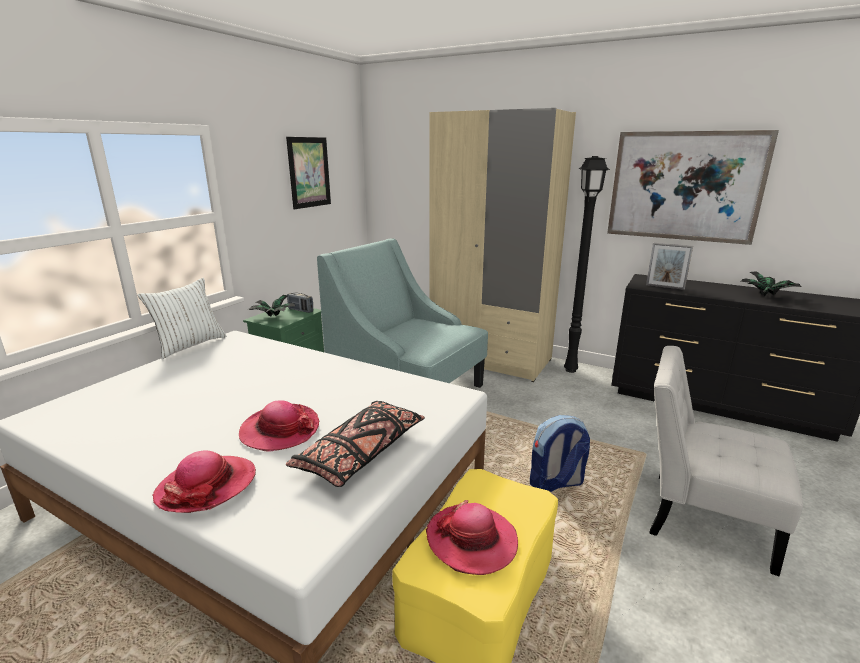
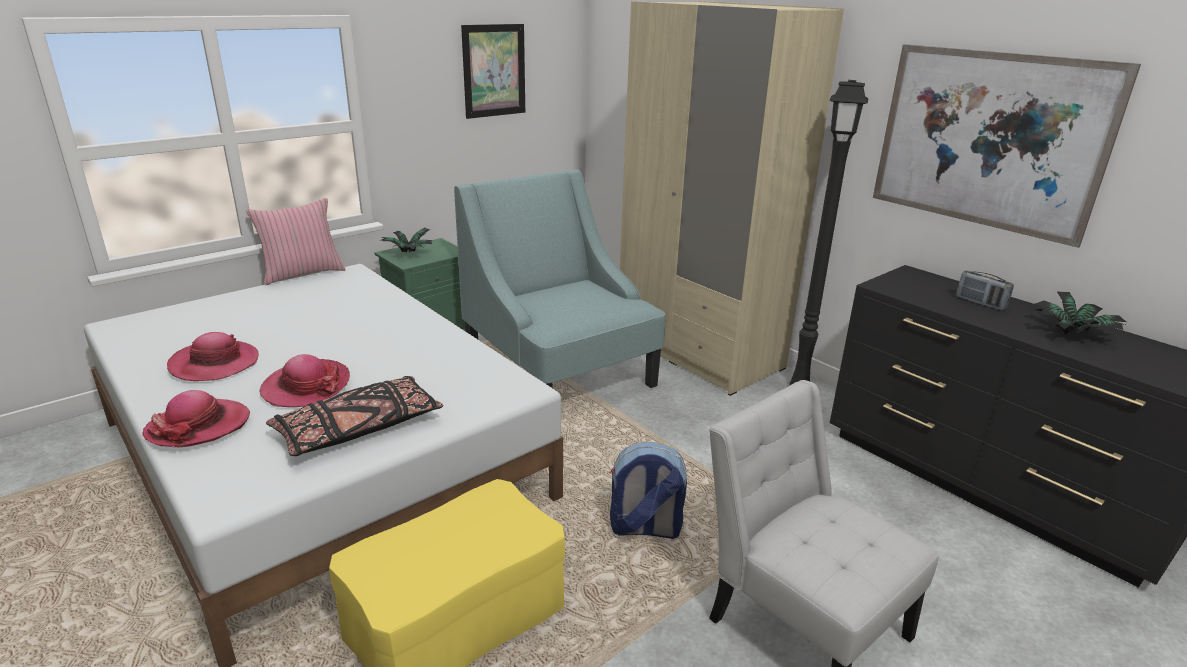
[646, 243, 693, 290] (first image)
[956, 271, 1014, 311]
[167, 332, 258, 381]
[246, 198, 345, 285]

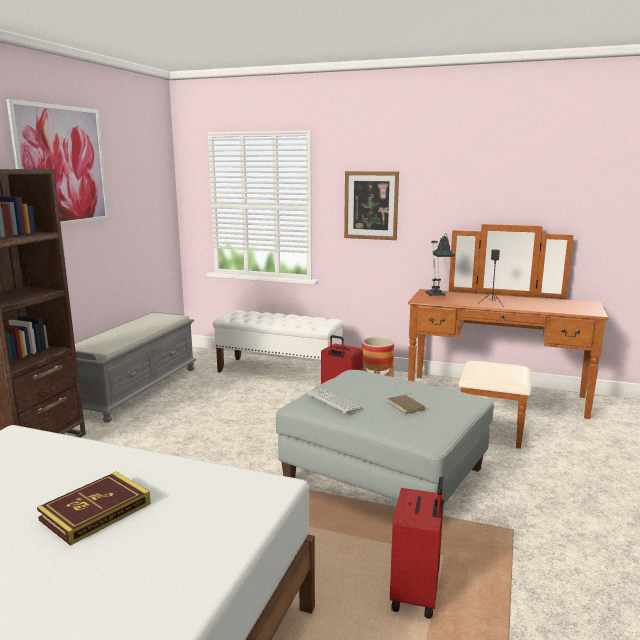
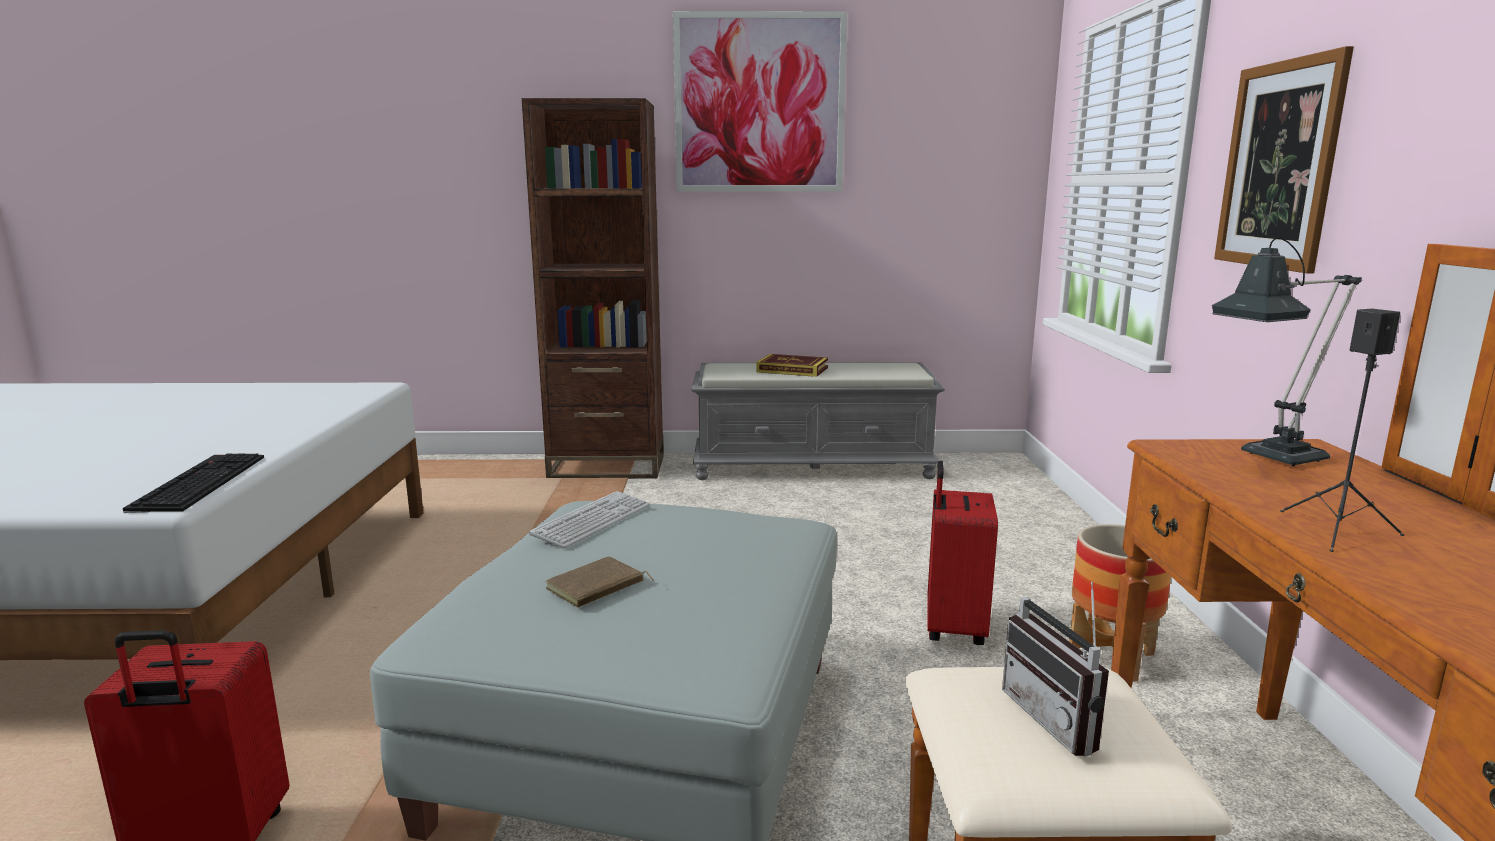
[213, 310, 344, 372] (first image)
[123, 453, 264, 513]
[1002, 582, 1109, 757]
[756, 354, 828, 377]

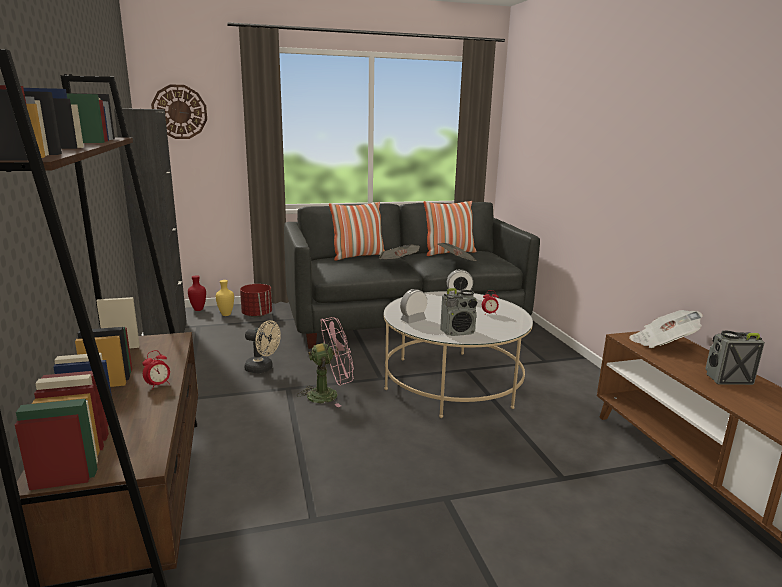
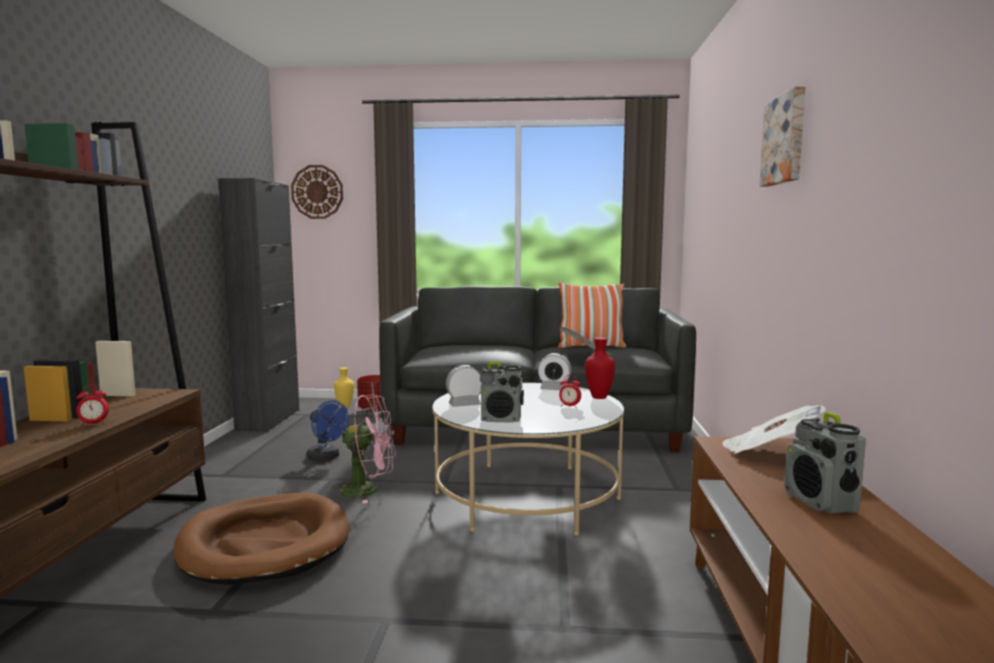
[329, 202, 385, 261] (first image)
[379, 245, 420, 259] (first image)
[173, 493, 349, 585]
[759, 86, 806, 187]
[585, 337, 615, 399]
[307, 400, 349, 461]
[784, 412, 866, 514]

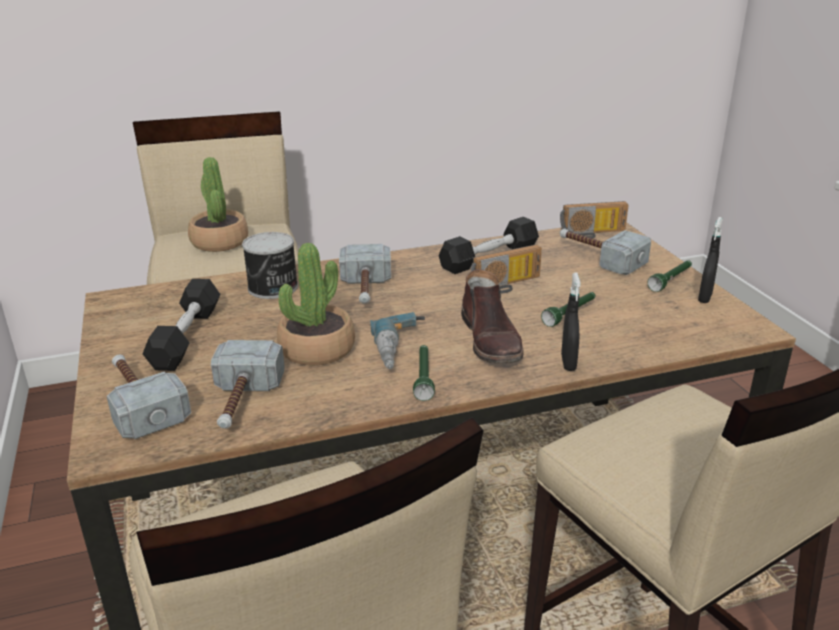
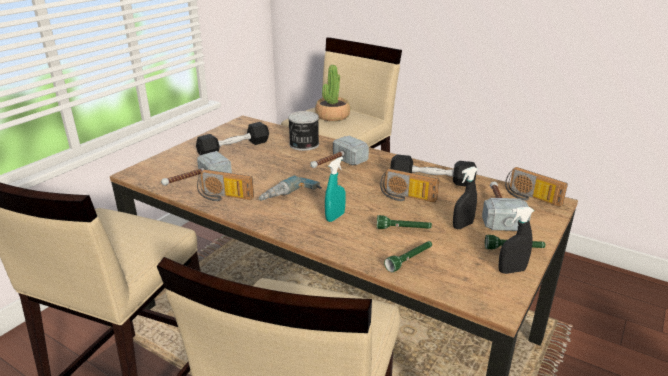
[107, 354, 191, 439] (first image)
[277, 243, 355, 366] (first image)
[197, 169, 254, 201]
[384, 241, 432, 272]
[453, 166, 478, 229]
[325, 157, 346, 222]

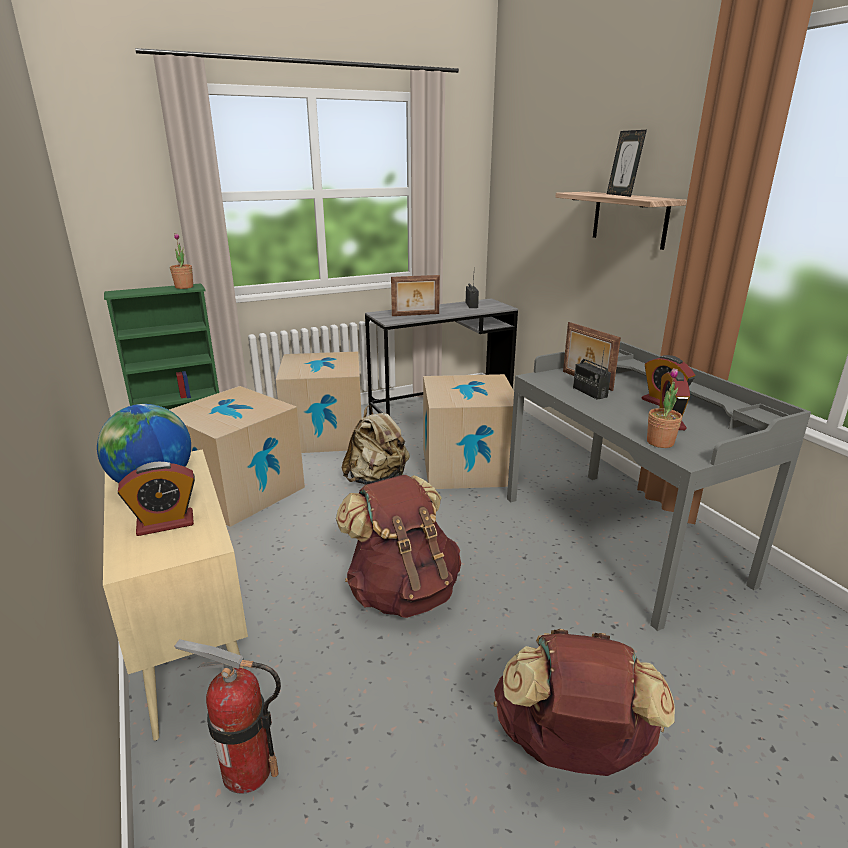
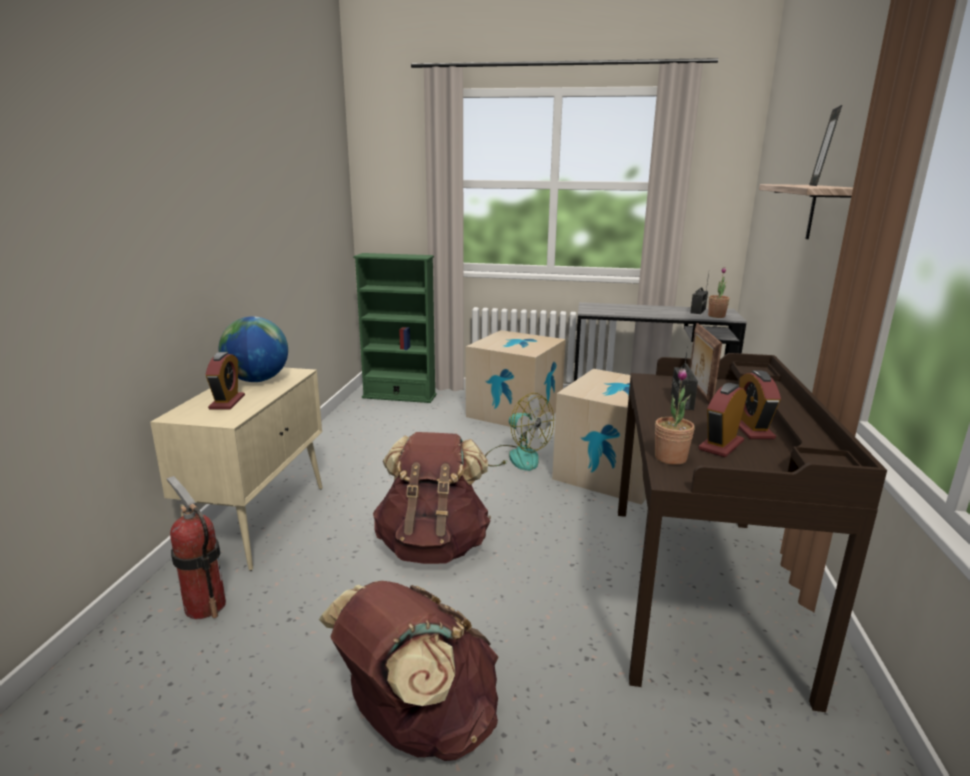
[169, 386, 305, 527] (first image)
[391, 275, 440, 316] (first image)
[708, 267, 729, 318]
[485, 393, 554, 471]
[618, 353, 887, 712]
[205, 352, 245, 410]

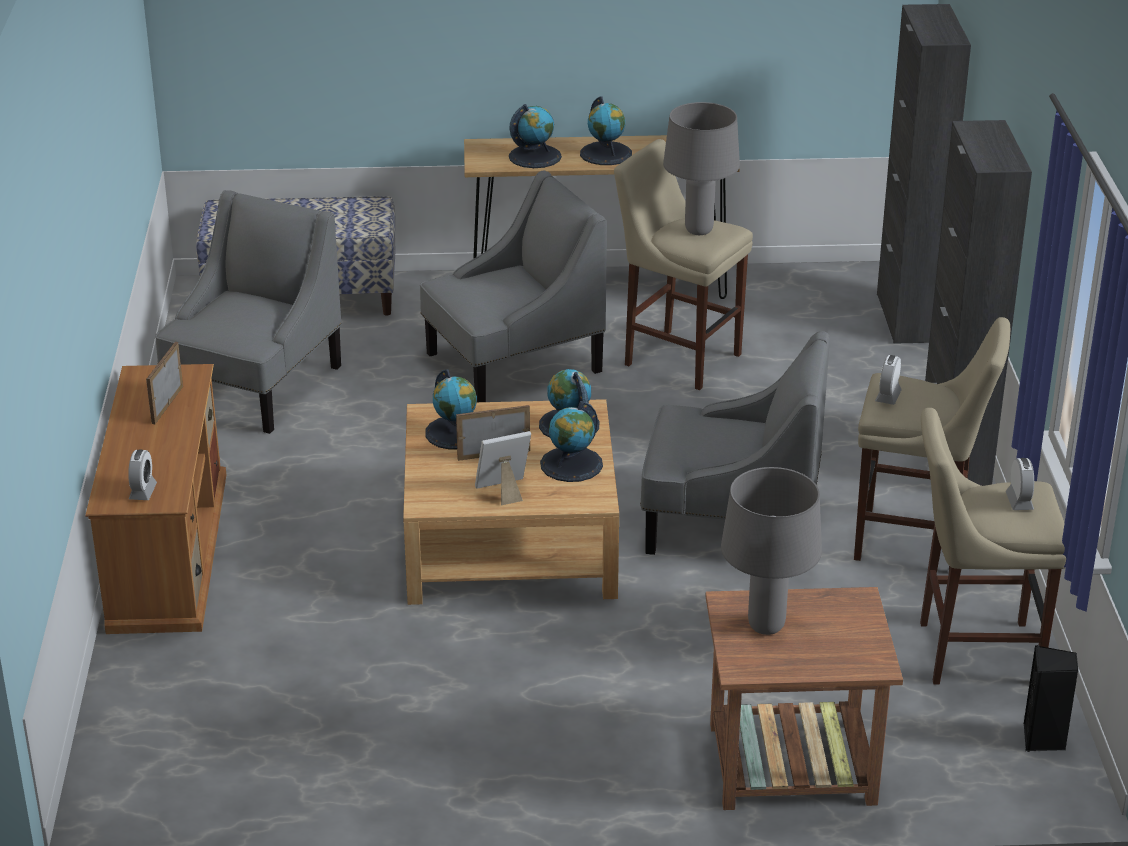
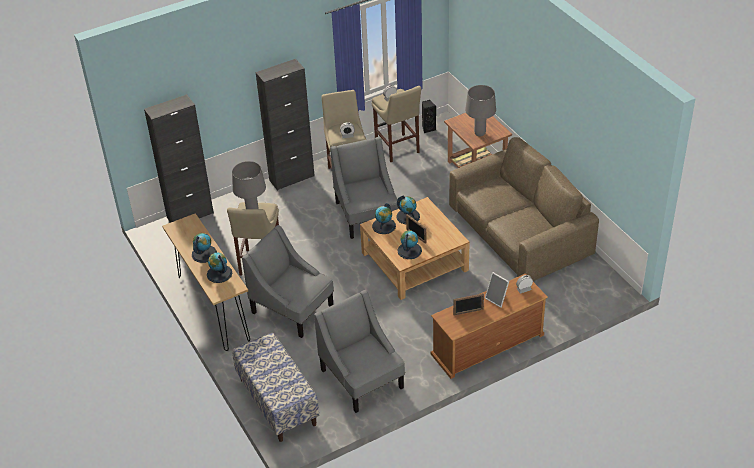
[449, 137, 599, 281]
[485, 272, 509, 308]
[314, 290, 405, 413]

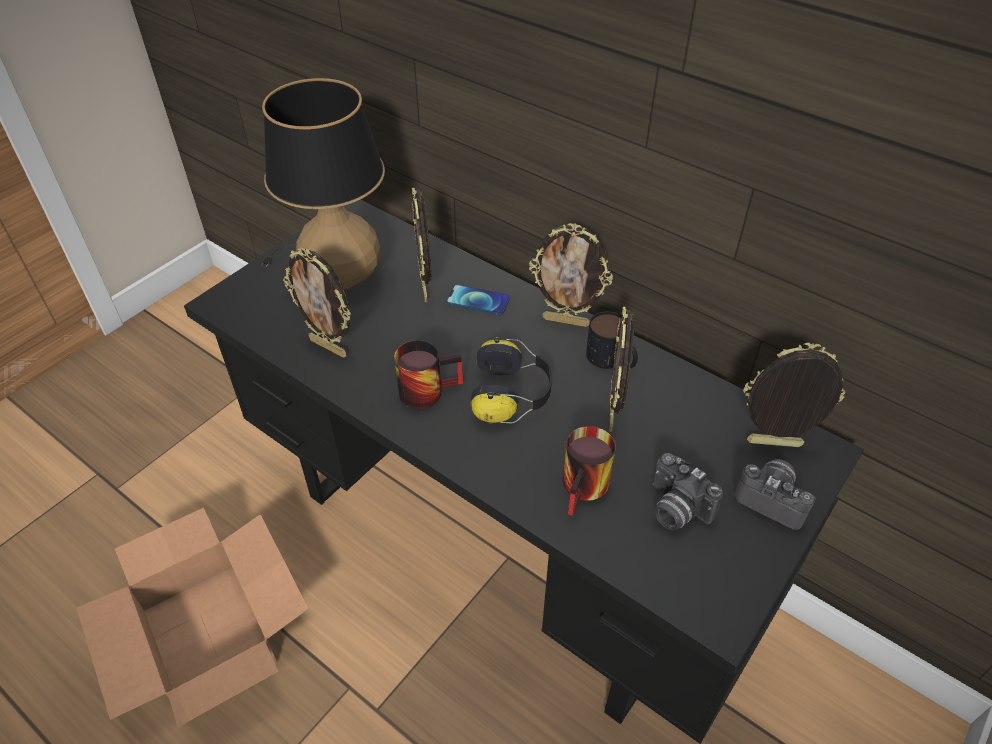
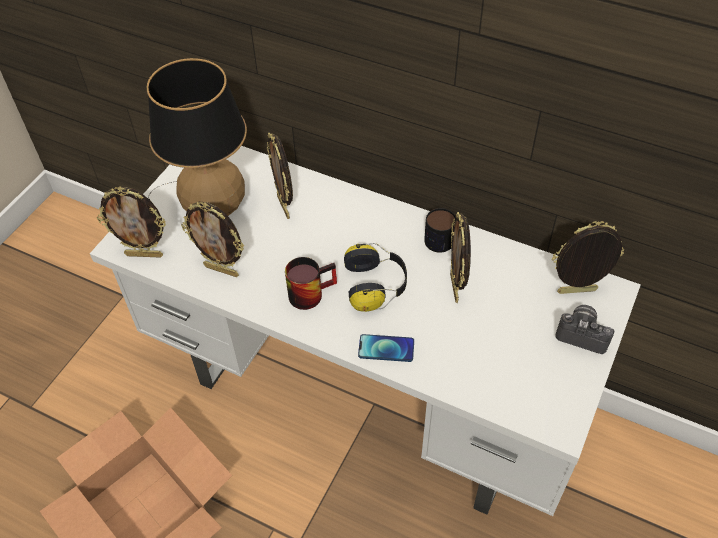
[563, 426, 616, 516] (first image)
[653, 453, 723, 530] (first image)
[358, 334, 414, 362]
[97, 187, 166, 258]
[90, 146, 641, 516]

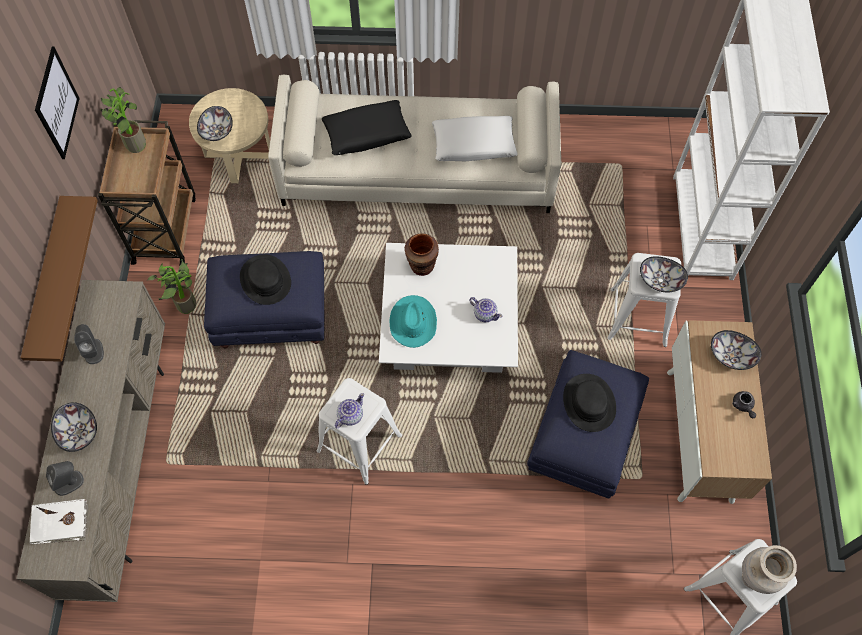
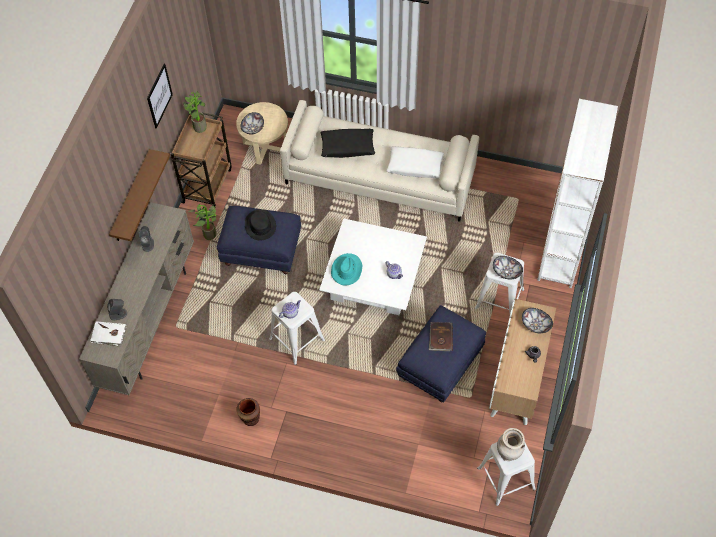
[51, 402, 97, 452] (first image)
[236, 398, 260, 426]
[429, 322, 453, 351]

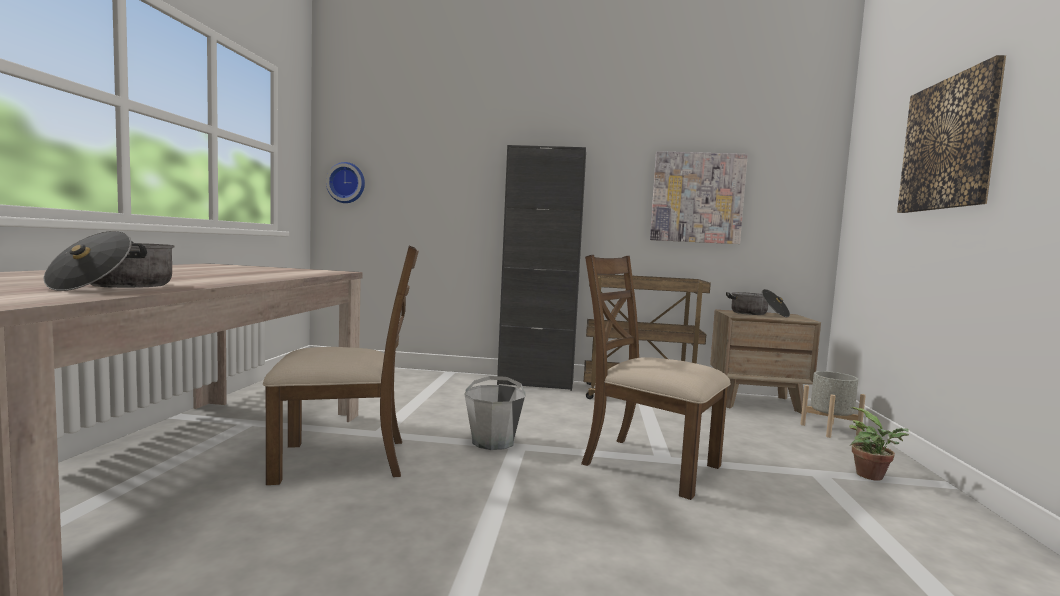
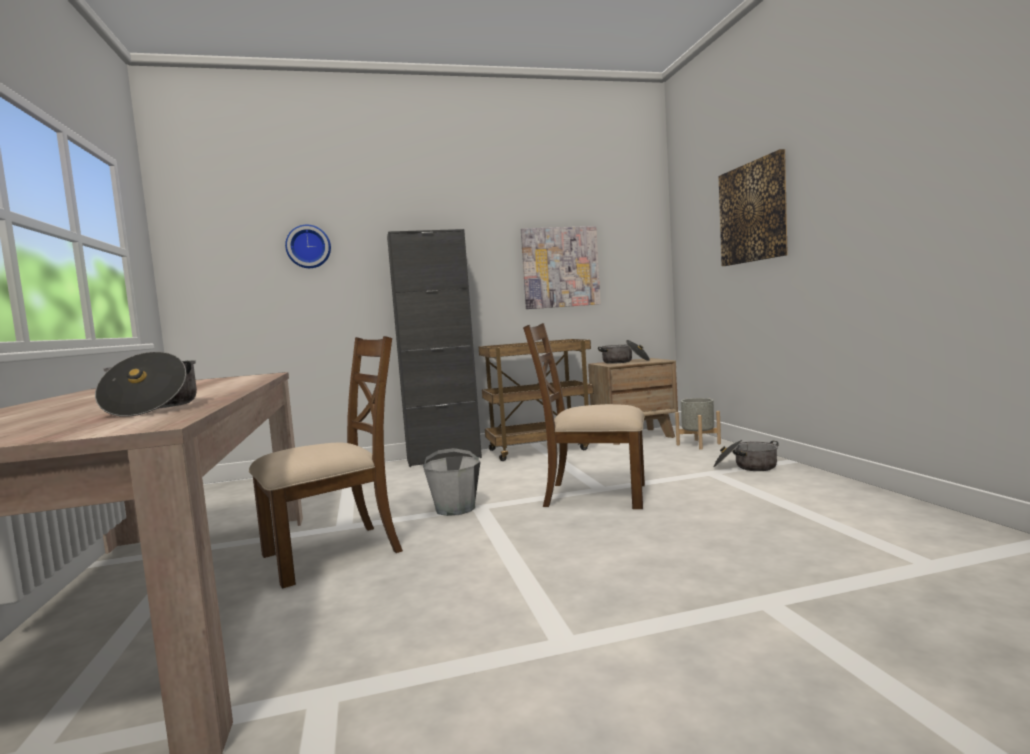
[285, 225, 331, 268]
[713, 440, 778, 471]

